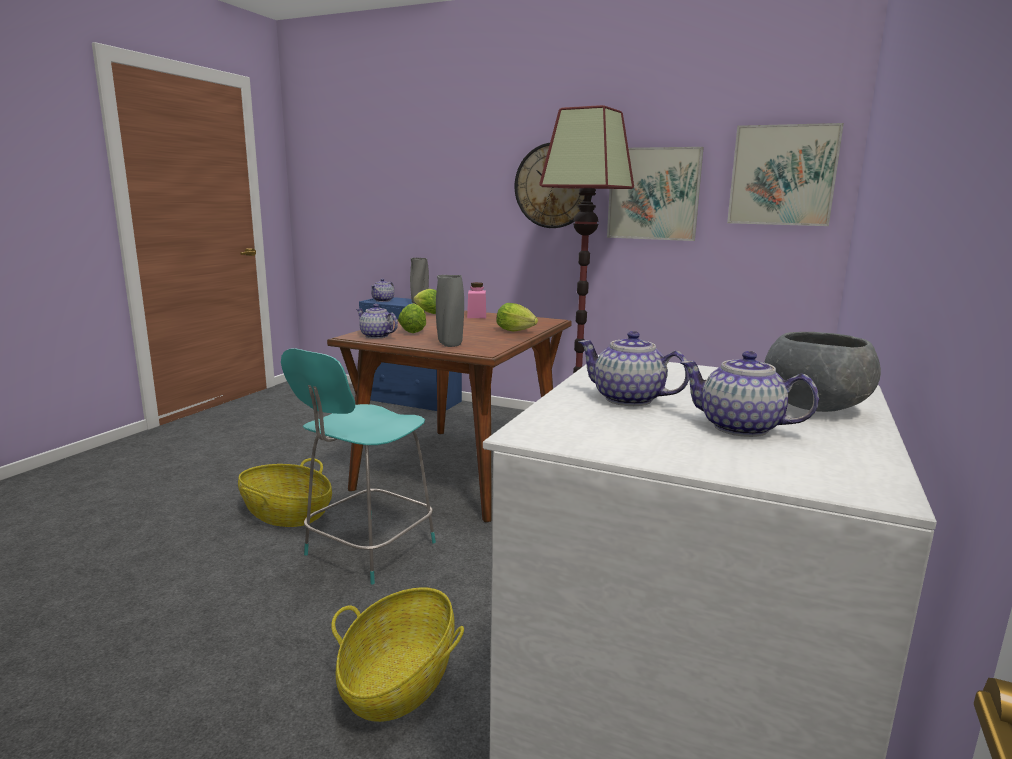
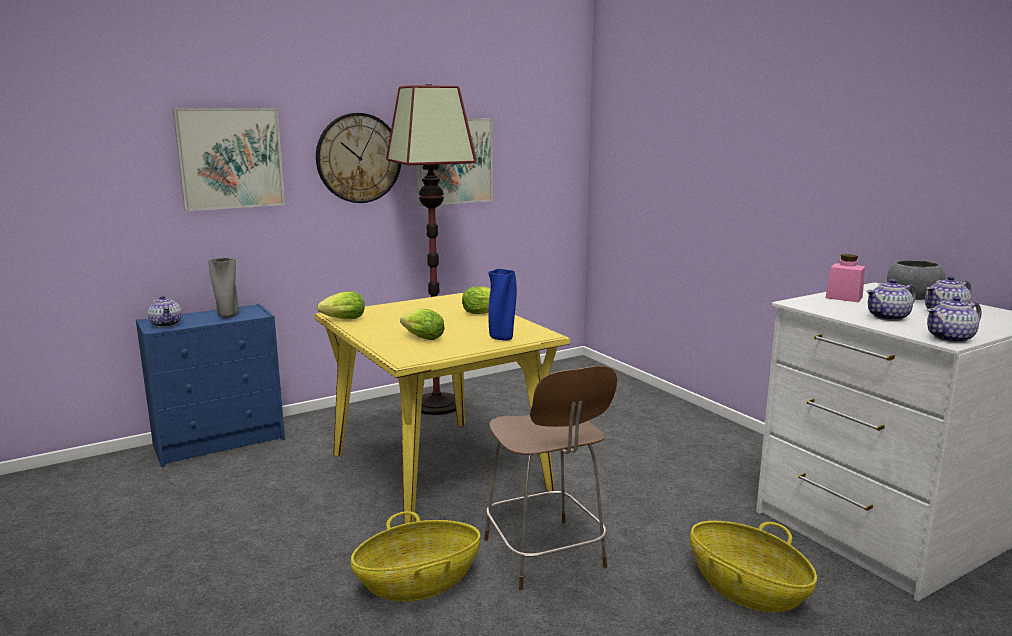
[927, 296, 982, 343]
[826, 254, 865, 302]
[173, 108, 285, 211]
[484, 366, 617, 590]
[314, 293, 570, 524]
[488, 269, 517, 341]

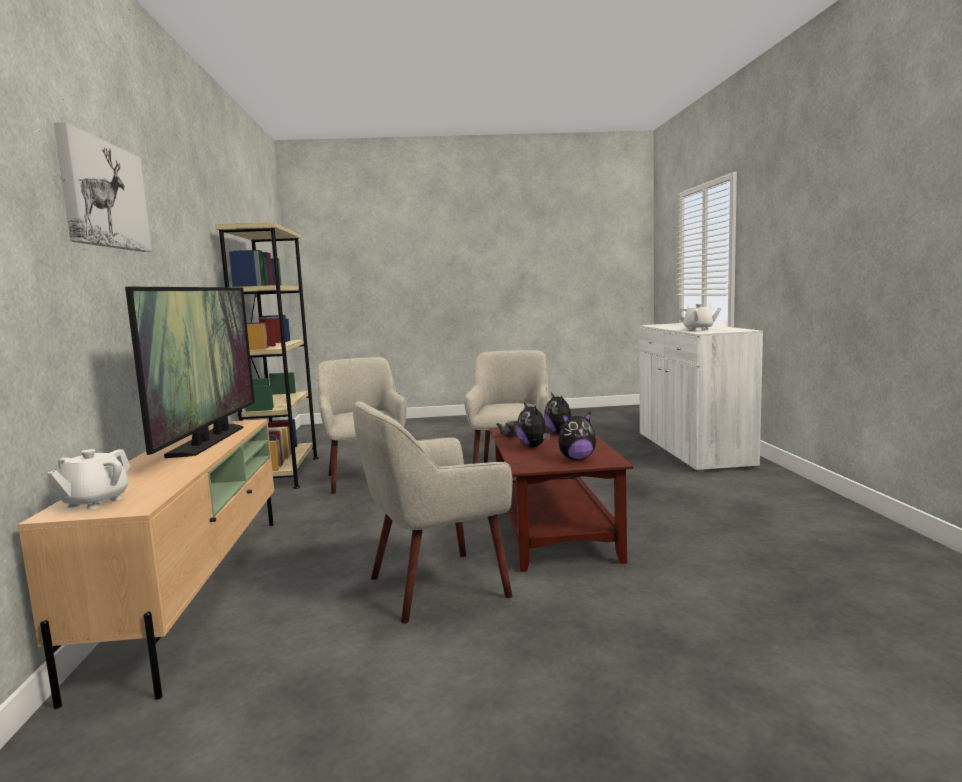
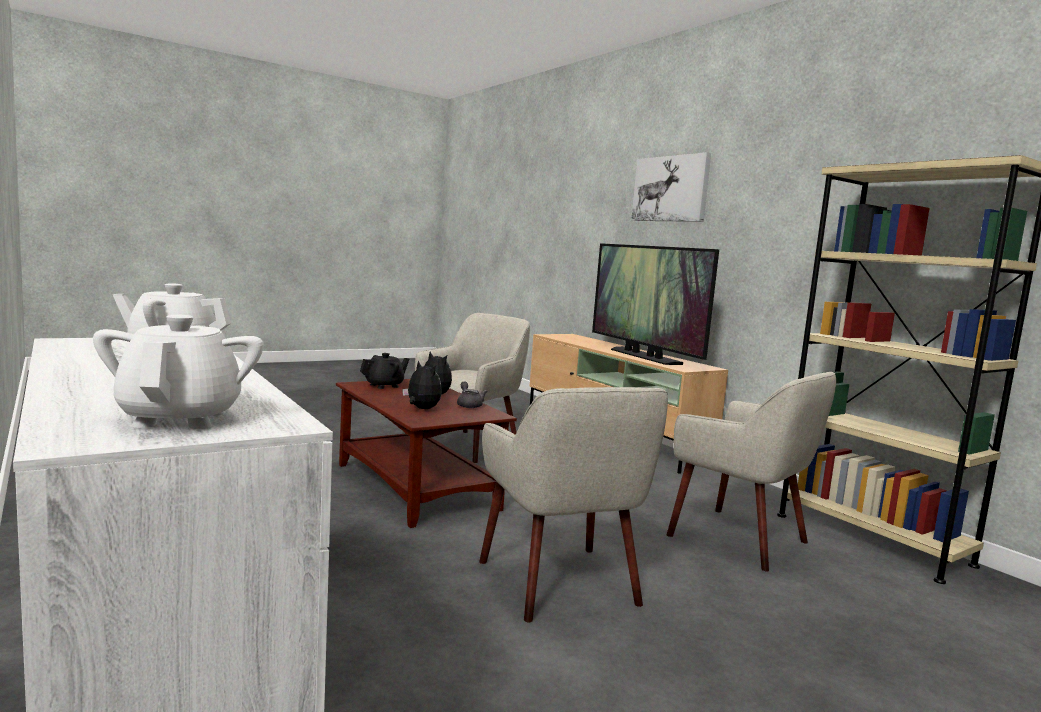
[93, 315, 264, 429]
[360, 353, 409, 389]

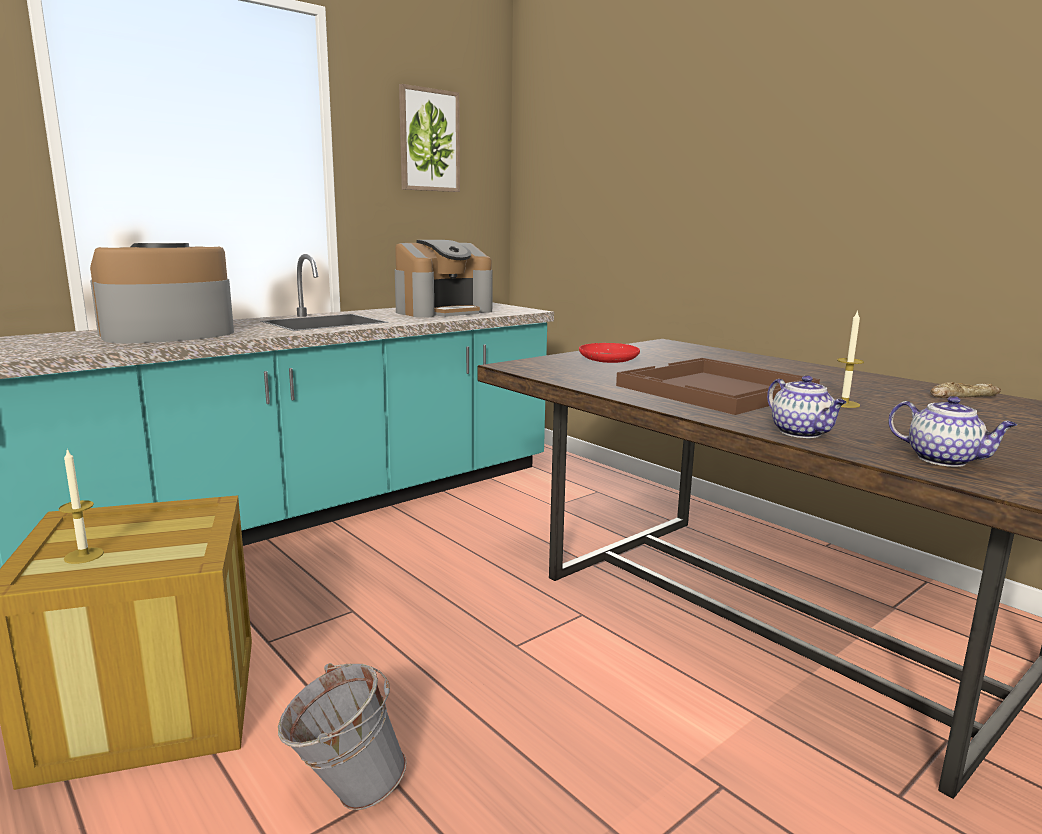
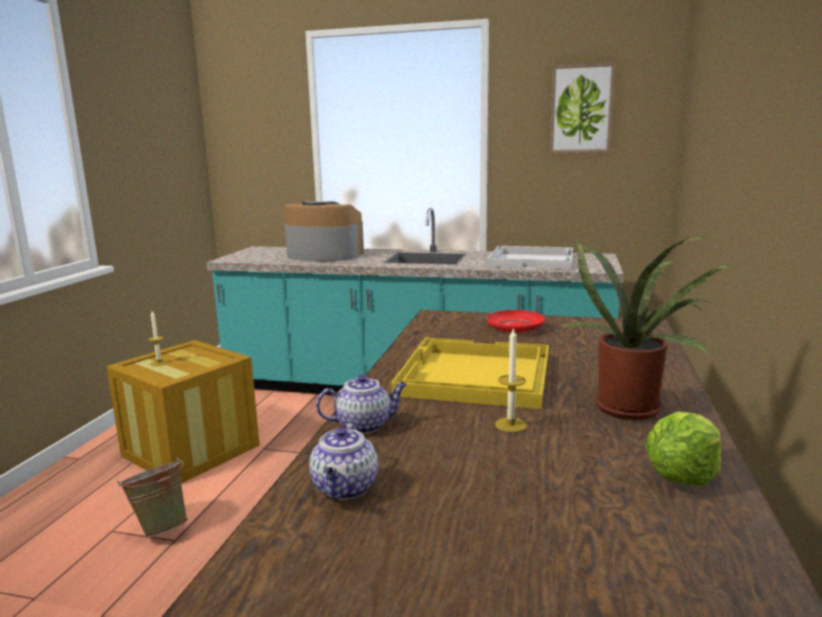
[559, 236, 740, 420]
[487, 246, 573, 270]
[645, 412, 721, 486]
[117, 457, 188, 538]
[391, 338, 549, 409]
[316, 375, 407, 434]

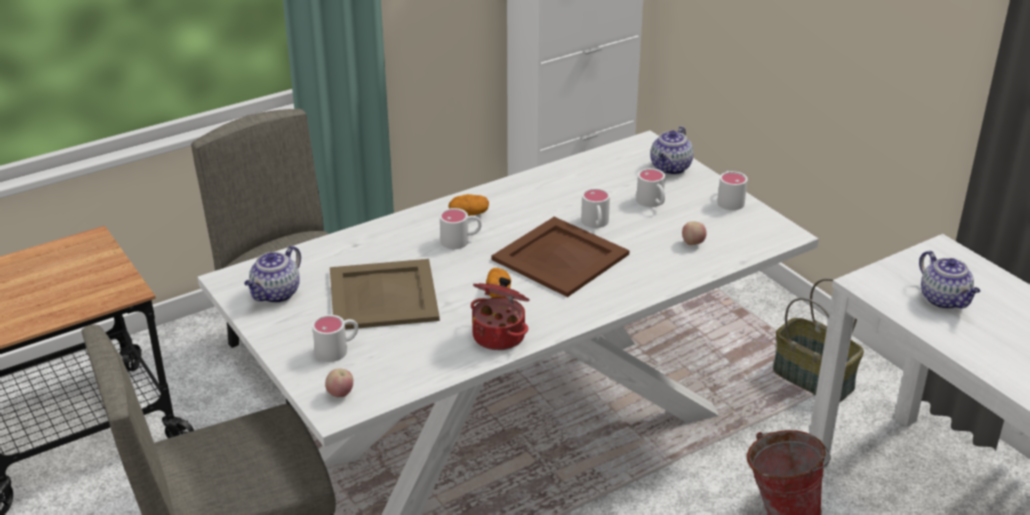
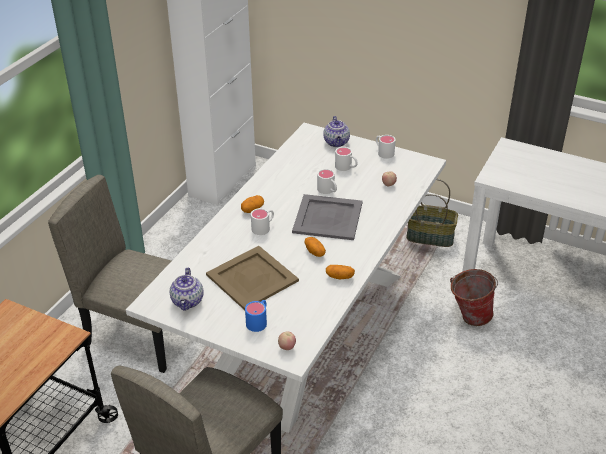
[919, 250, 980, 309] (first image)
[326, 265, 355, 279]
[245, 300, 267, 332]
[292, 194, 362, 240]

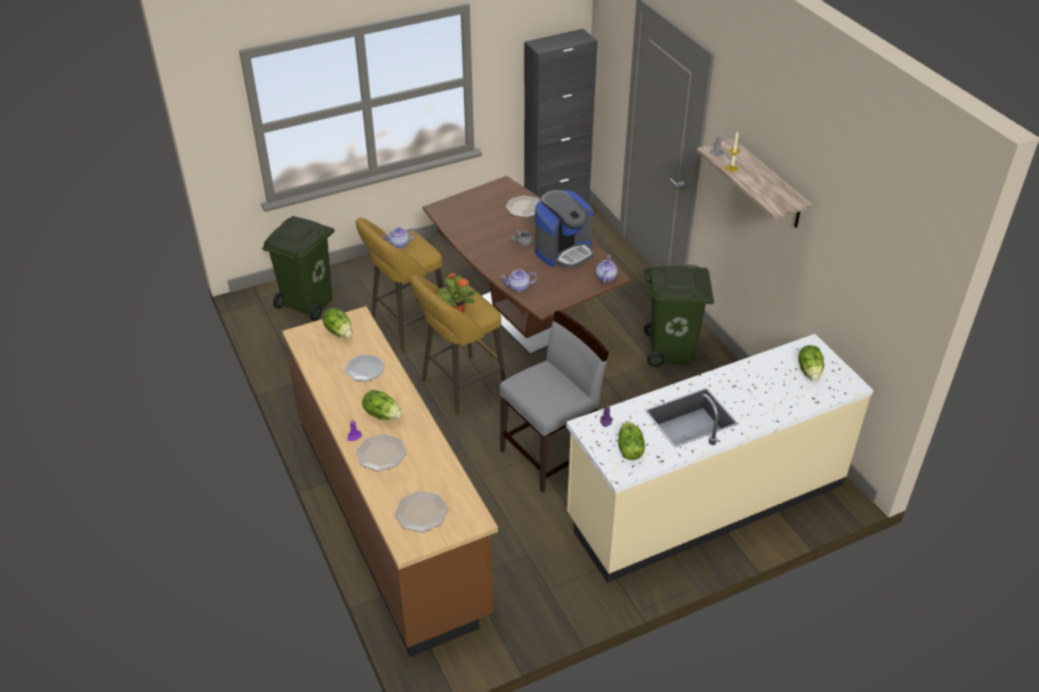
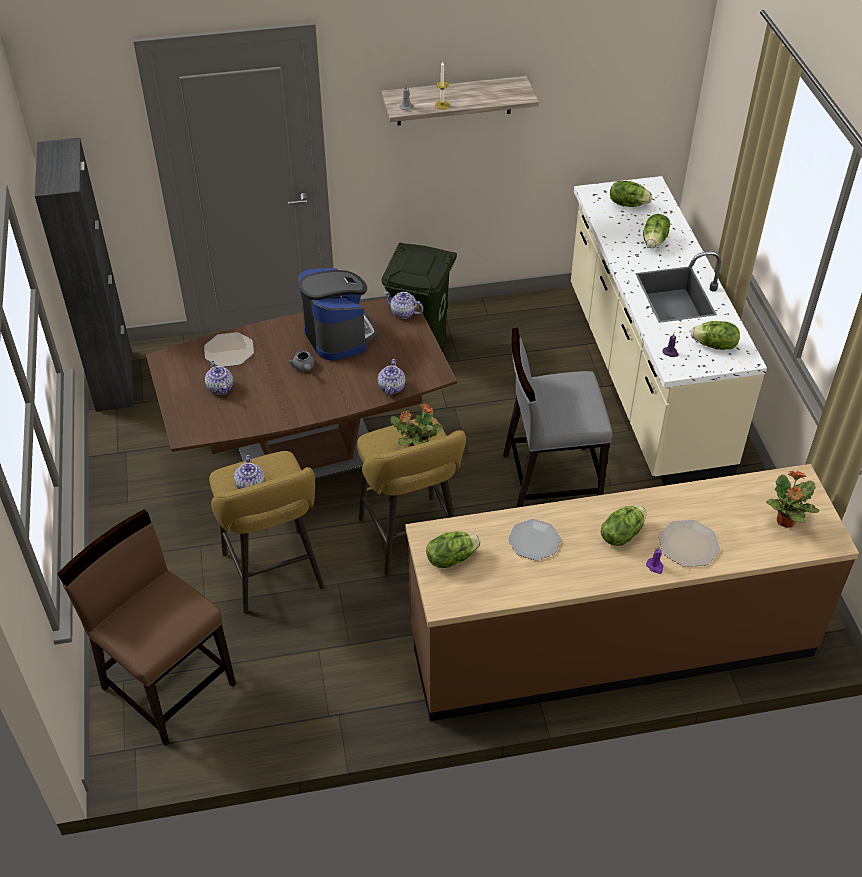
[205, 361, 233, 395]
[643, 214, 670, 248]
[58, 509, 236, 746]
[766, 471, 819, 528]
[503, 328, 612, 508]

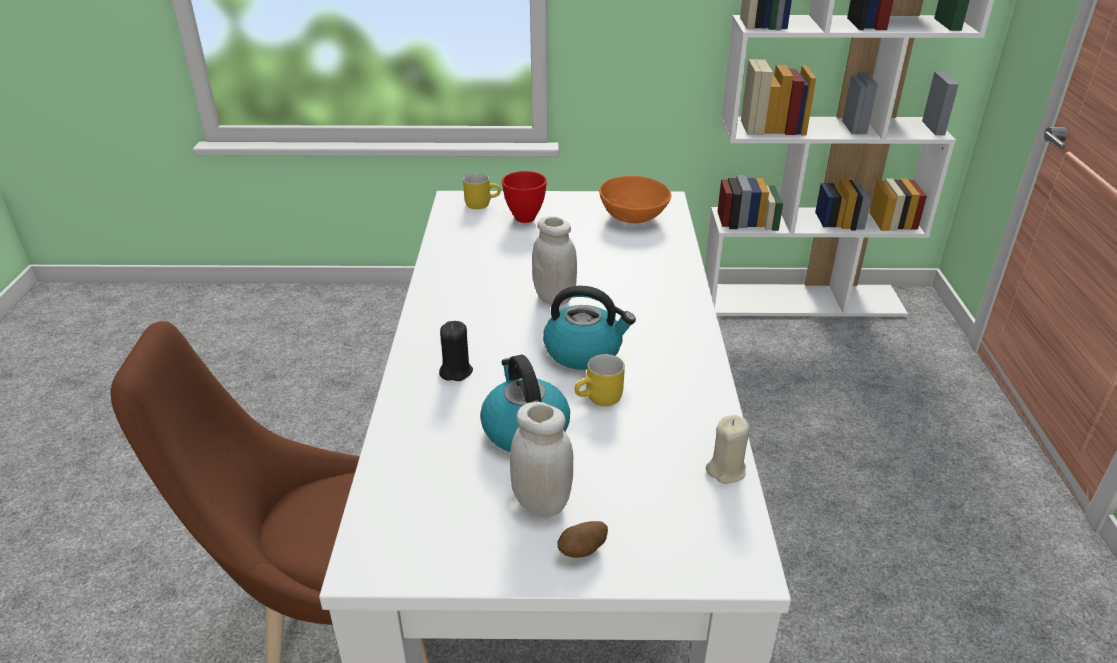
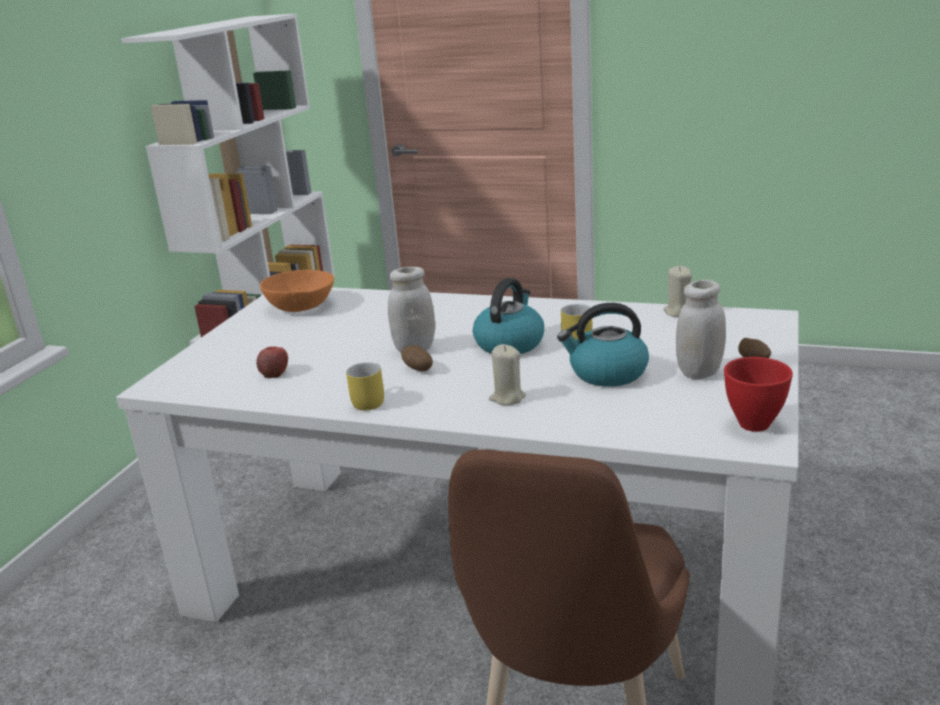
[256, 347, 288, 378]
[401, 345, 433, 371]
[346, 362, 384, 410]
[724, 357, 793, 432]
[489, 344, 526, 405]

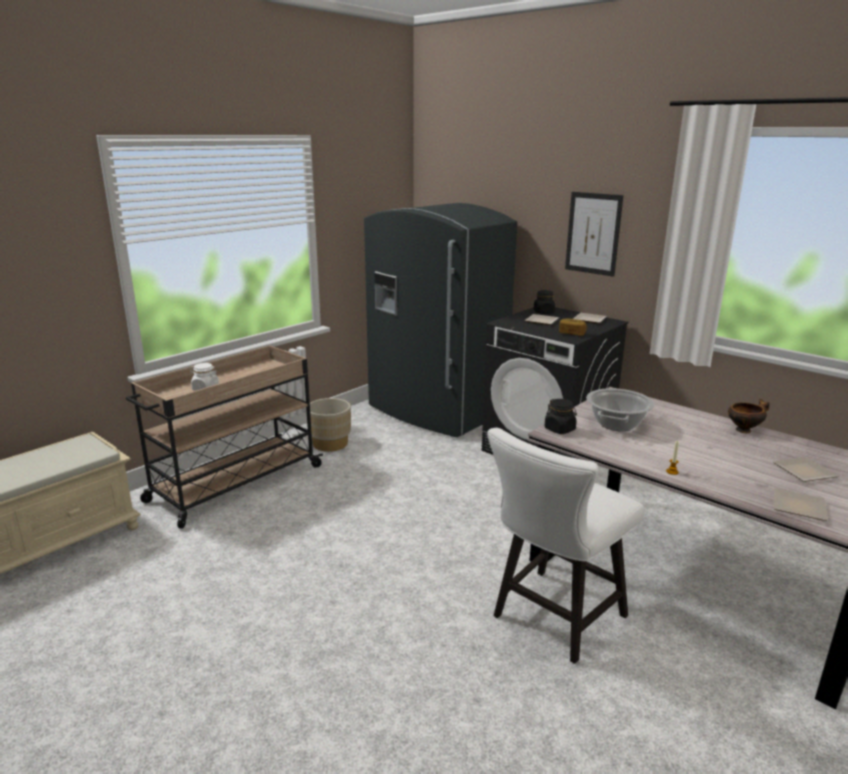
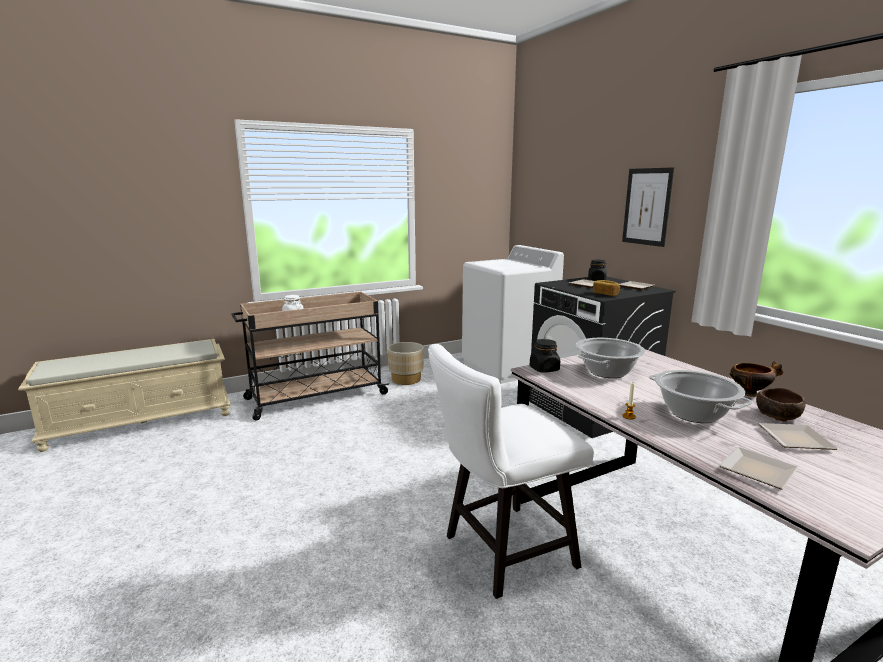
[649, 370, 753, 423]
[756, 388, 806, 421]
[462, 245, 564, 384]

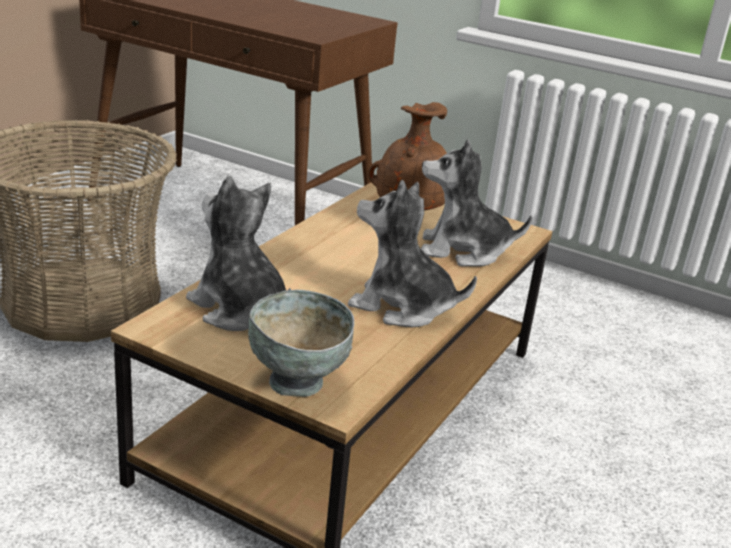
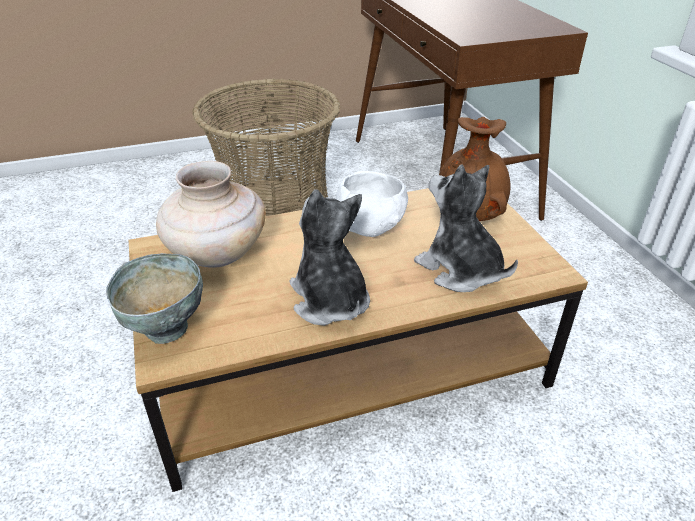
[336, 171, 408, 237]
[156, 161, 266, 268]

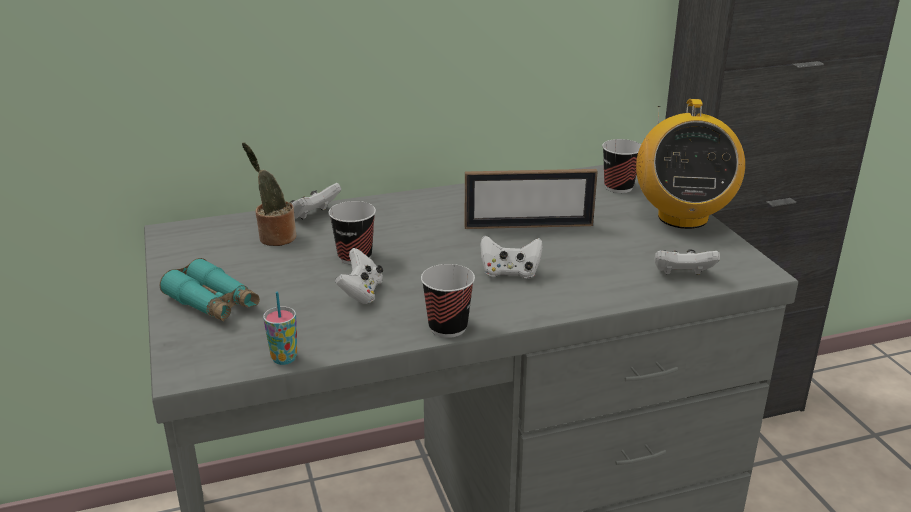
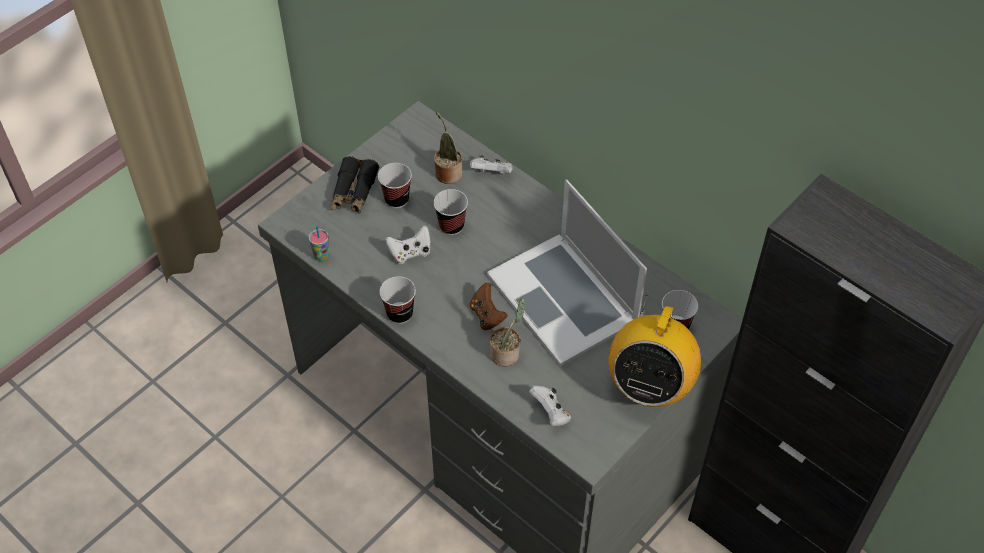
[378, 163, 412, 208]
[490, 298, 525, 367]
[487, 179, 647, 366]
[331, 156, 379, 214]
[470, 283, 507, 330]
[608, 295, 701, 407]

